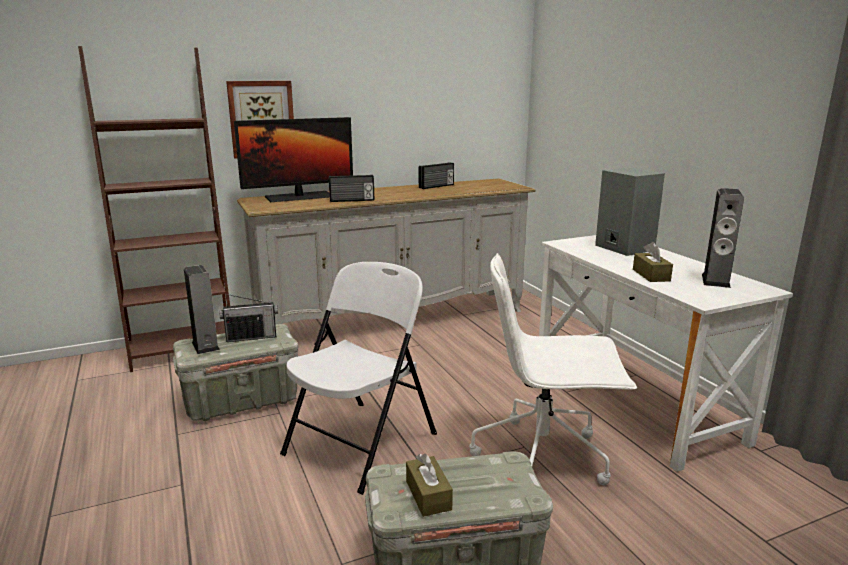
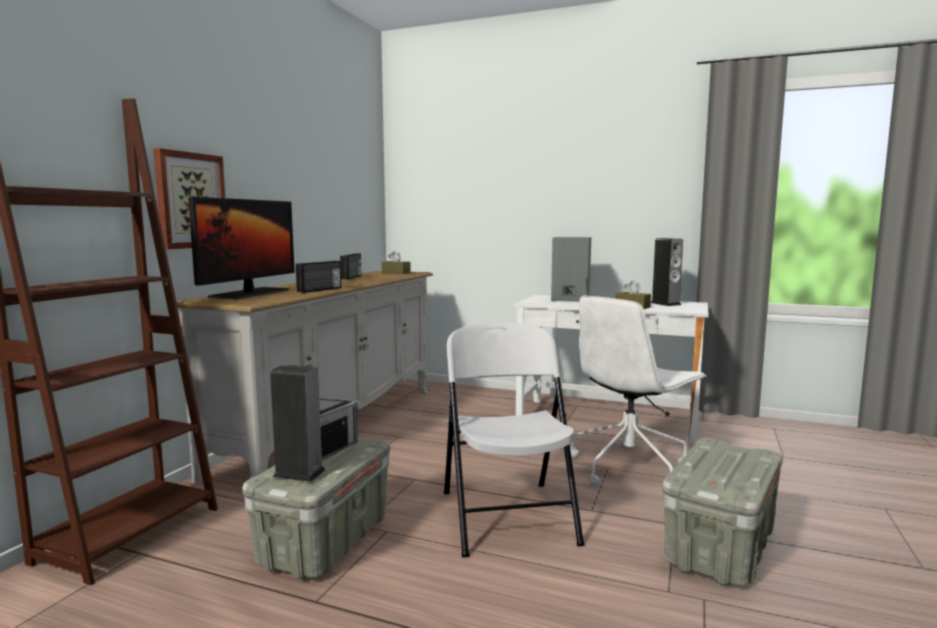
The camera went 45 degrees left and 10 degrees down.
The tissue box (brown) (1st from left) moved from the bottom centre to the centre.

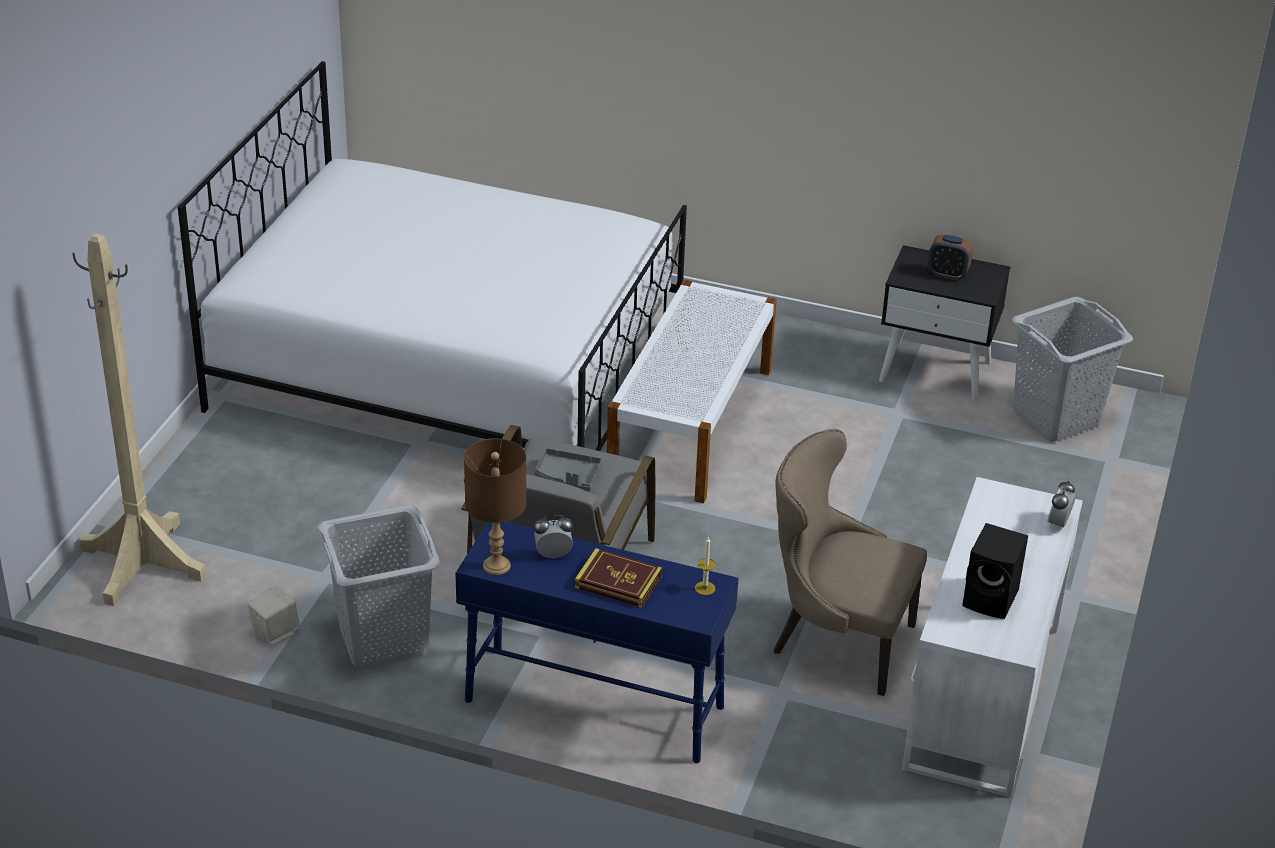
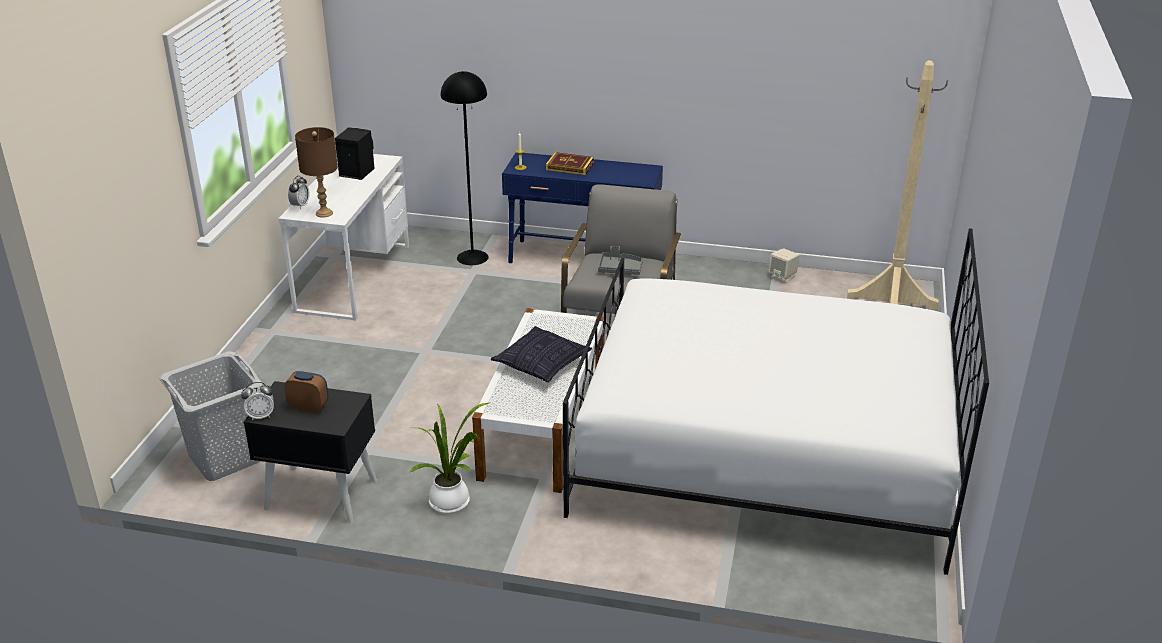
The camera went 175 degrees right and 5 degrees down.
The alarm clock (1st from left) moved from the centre to the middle left.
The table lamp (brown) moved from the centre to the top left.
The potted plant at the bottom centre appeared.
The floor lamp (black) at the top centre appeared.
The pillow at the centre appeared.
The laundry basket (grey) (1st from left) at the bottom left disappeared.
The chair (beige) at the middle right disappeared.

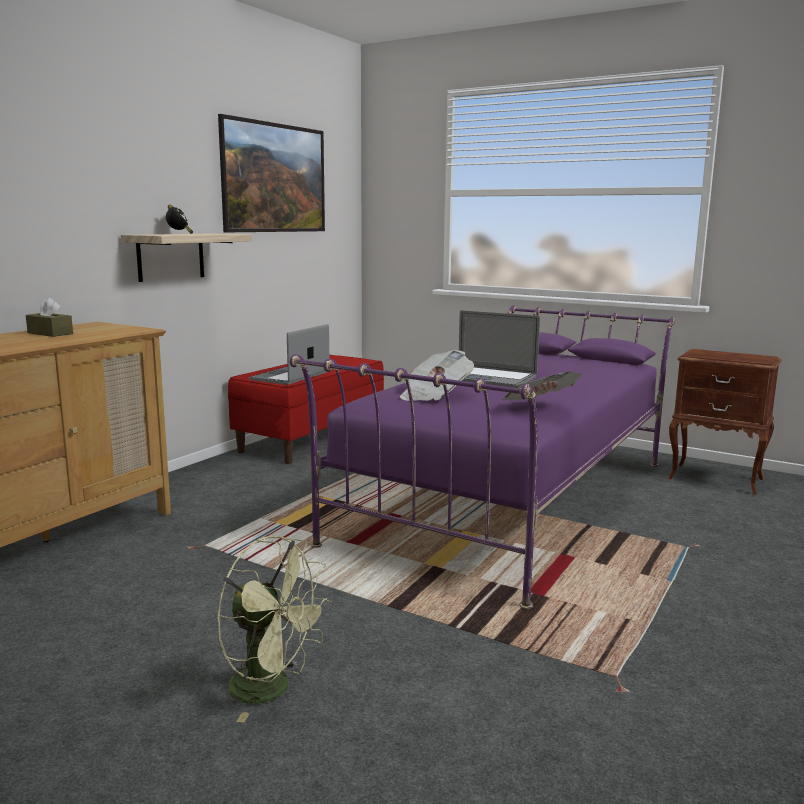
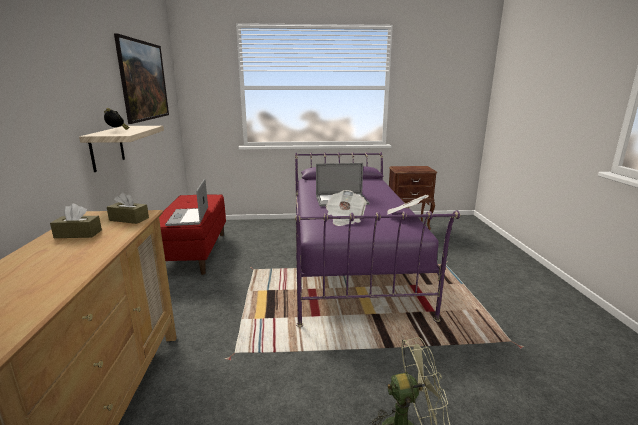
The camera went 35 degrees left and 5 degrees up.
The tissue box (brown) (2nd from left) at the middle left appeared.

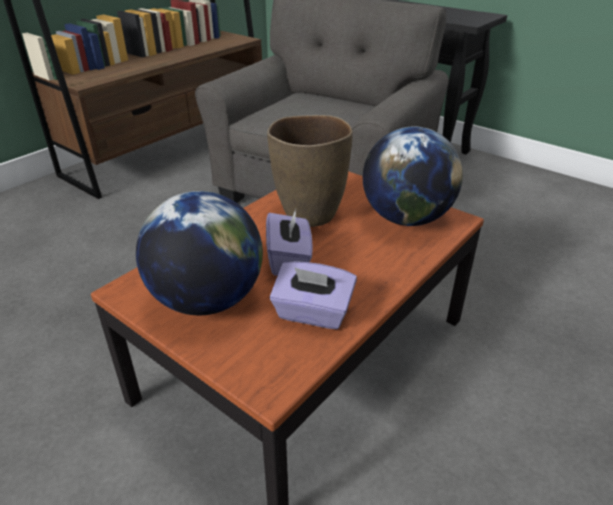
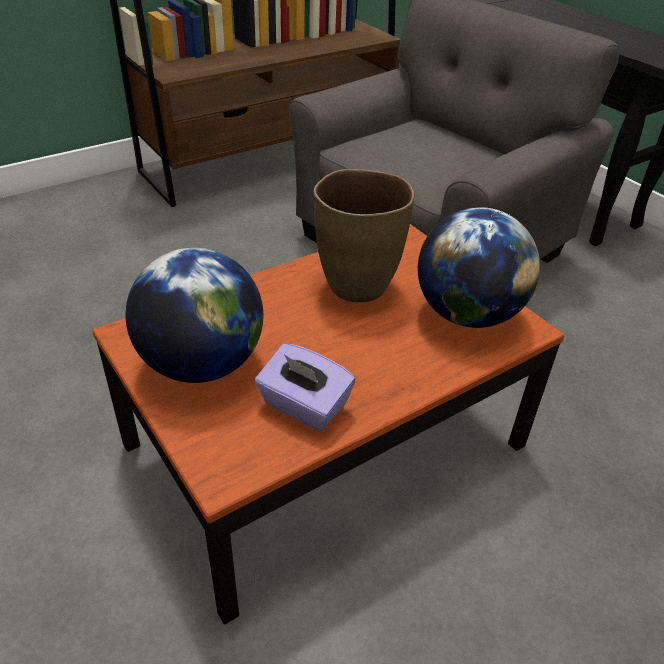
The camera went 15 degrees right and 5 degrees up.
The tissue box (purple) (1st from left) at the centre disappeared.

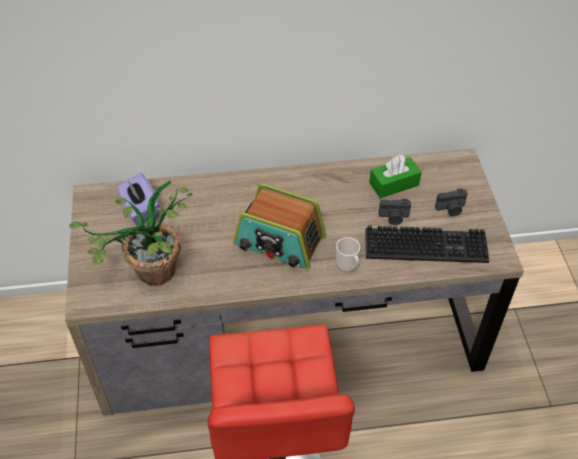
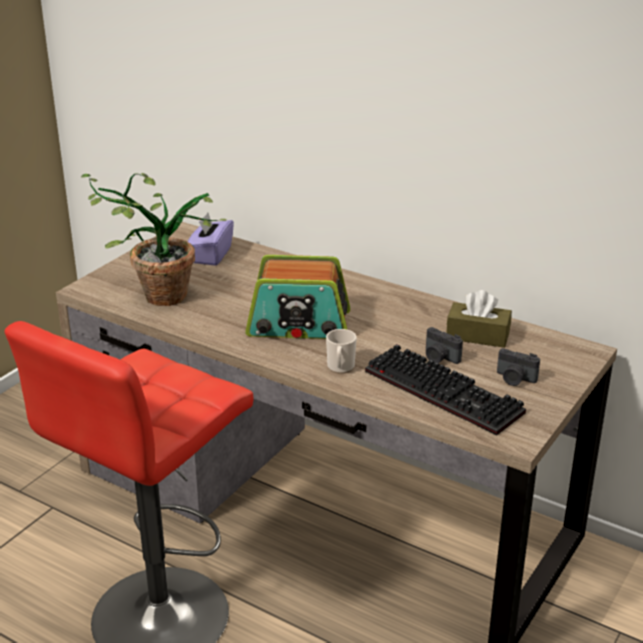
The camera went 40 degrees right and 20 degrees down.
The radio at the centre turned 60 degrees counterclockwise.
The tissue box (green) at the middle right became the tissue box (brown) at the middle right.

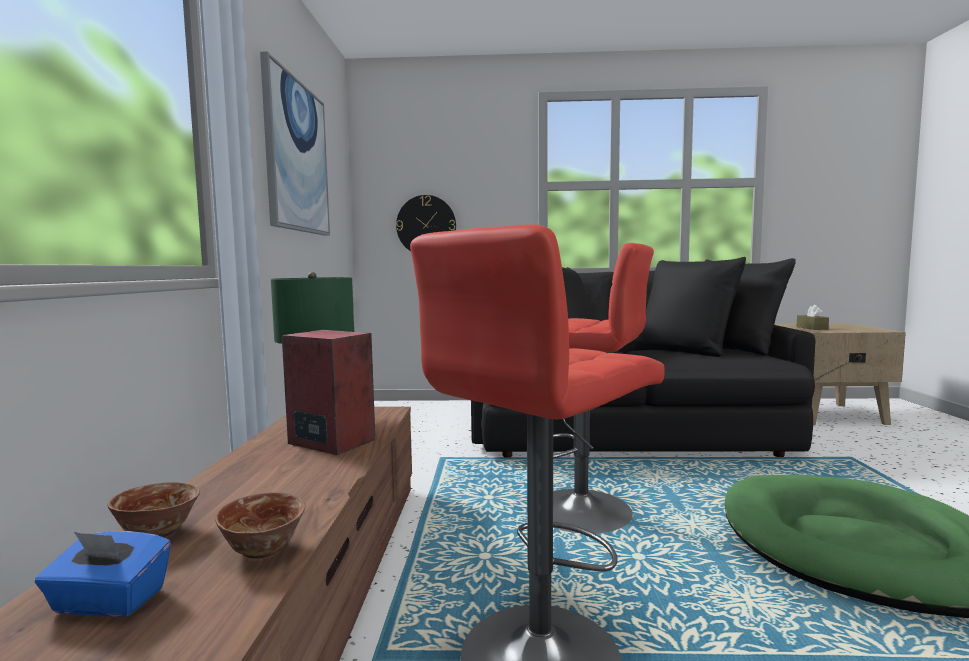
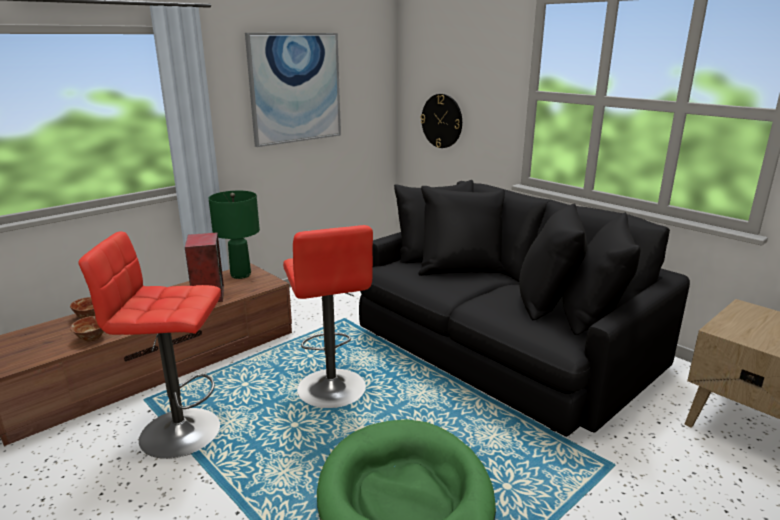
The camera went 45 degrees right and 15 degrees up.
The tissue box (blue) at the bottom left disappeared.
The tissue box (brown) at the middle right disappeared.

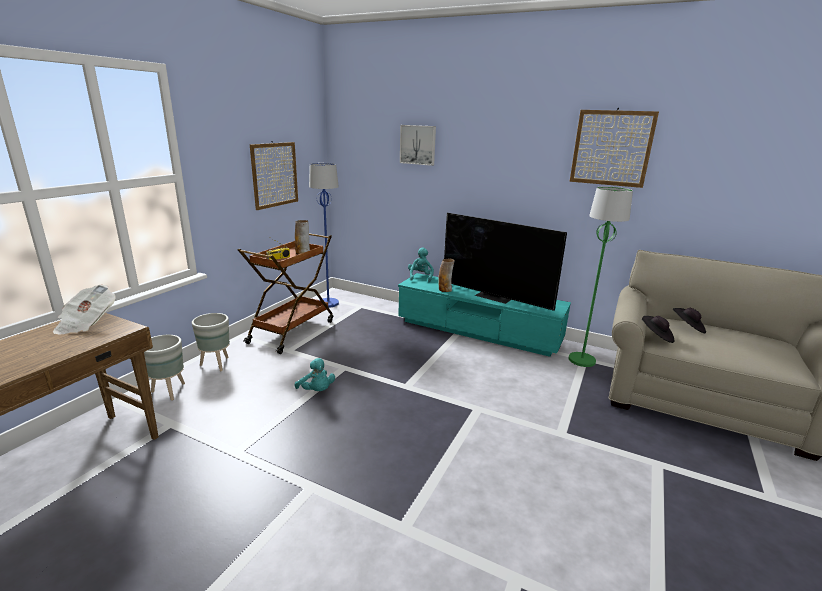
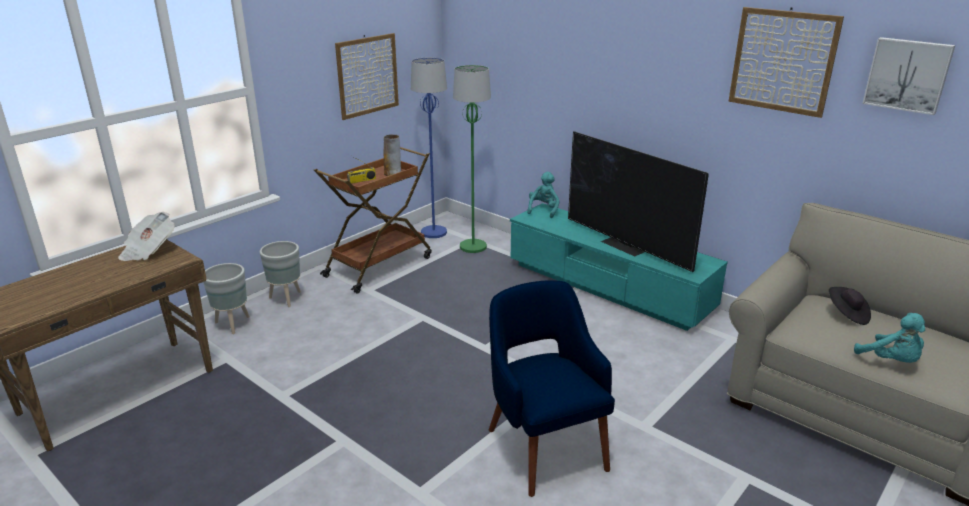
The camera went 15 degrees right and 5 degrees up.
The floor lamp (green) moved from the middle right to the top centre.
The armchair (blue) at the bottom centre appeared.
The plush toy (turquoise) (1st from left in the first image) moved from the centre to the bottom right.
The picture (2nd from left in the first image) moved from the top centre to the top right.
The vase (2nd from left) at the centre disappeared.
The hat (black) (1st from left) at the middle right disappeared.

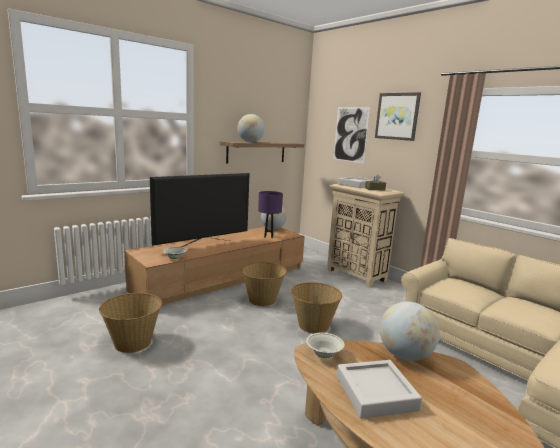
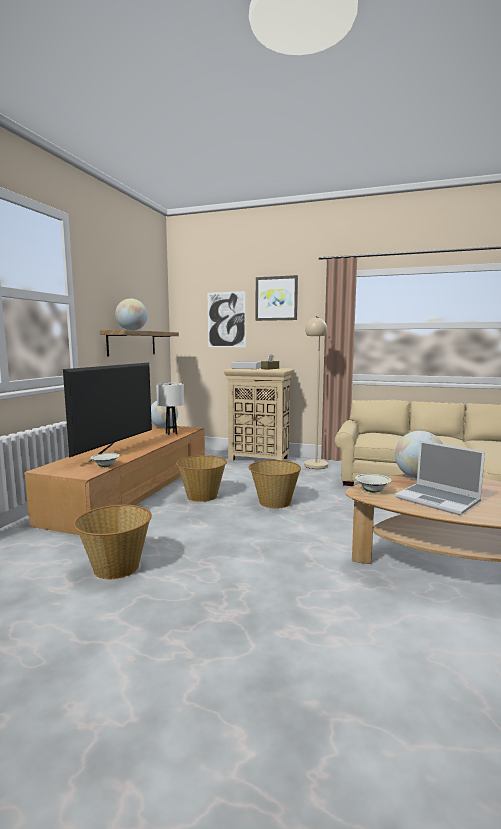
The camera went 30 degrees left and 5 degrees down.
The table lamp (purple) at the centre became the table lamp (white) at the centre.
The floor lamp (beige) at the centre appeared.
The tray (grey) (2nd from left) at the bottom right was replaced by the laptop at the middle right.

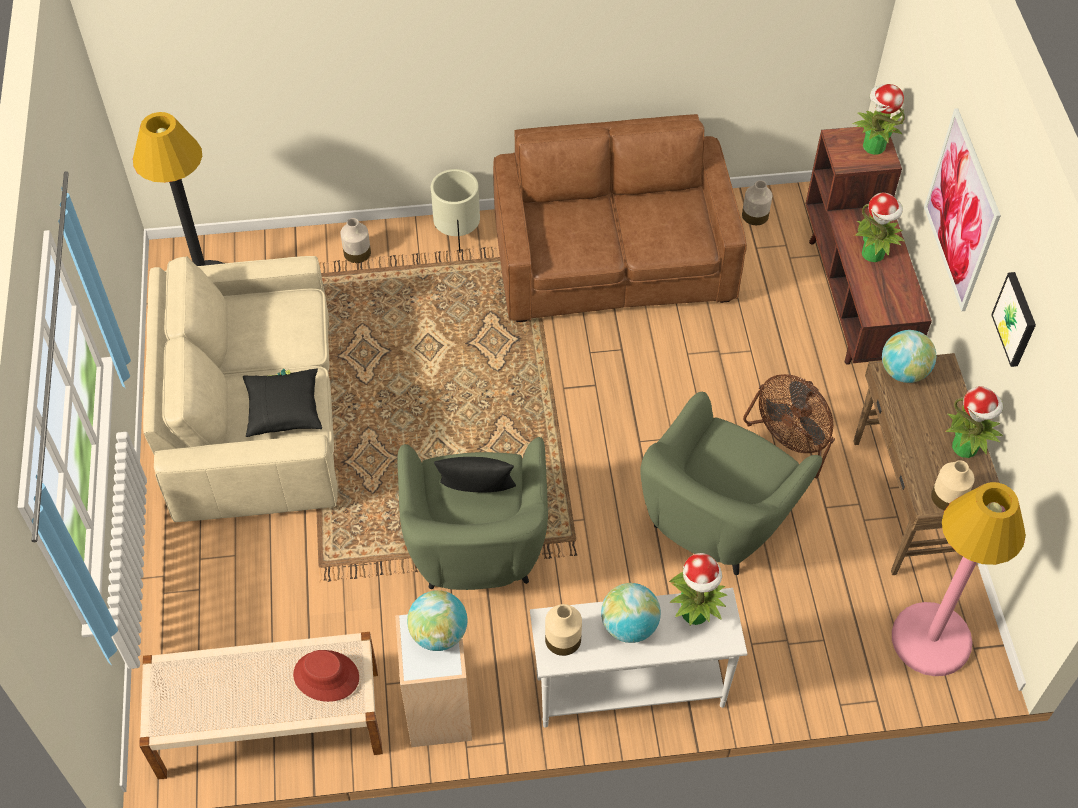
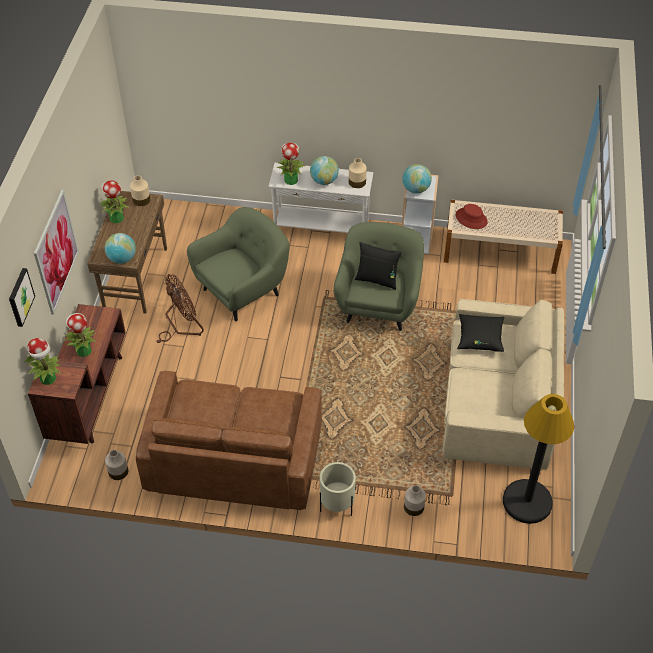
The camera went 165 degrees left and 5 degrees down.
The picture (2nd from left in the first image) moved from the middle right to the middle left.
The floor lamp (pink) at the bottom right disappeared.

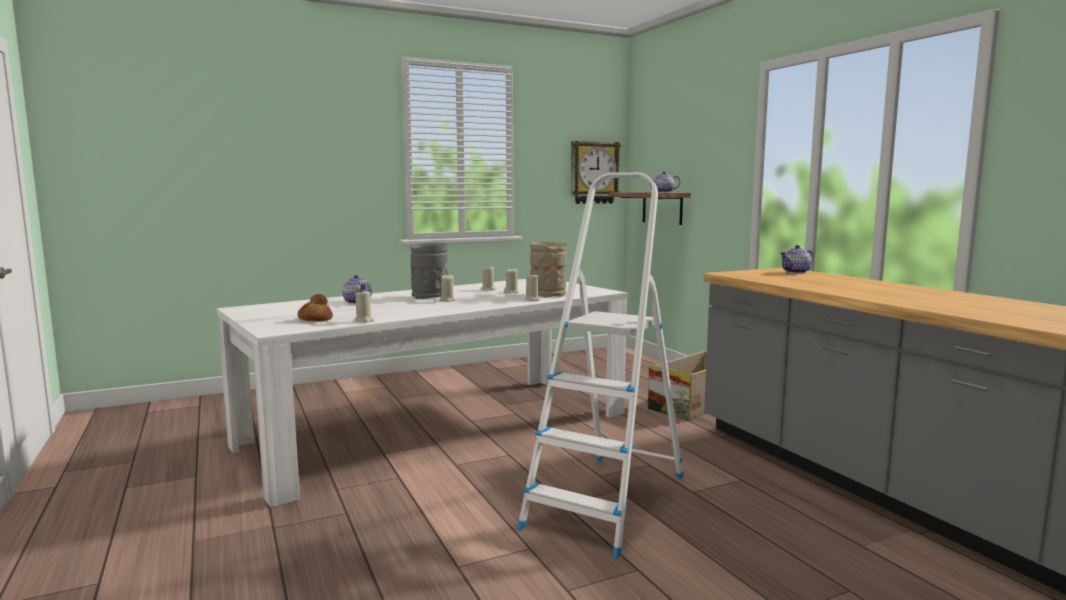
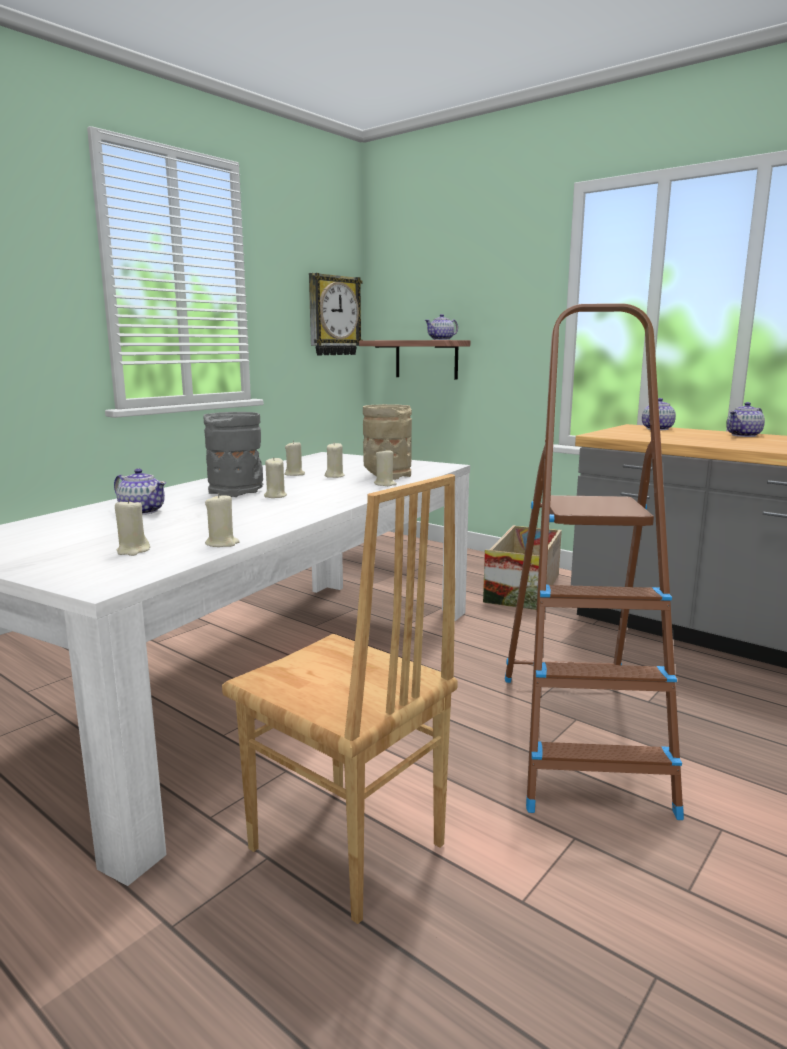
The camera went 25 degrees left and 5 degrees up.
The bread at the middle left was replaced by the candle (beige) (1st from left) at the middle left.
The chair (brown) at the centre appeared.
The step ladder (white) at the centre became the step ladder (brown) at the middle right.
The teapot (4th from left) at the middle right appeared.

